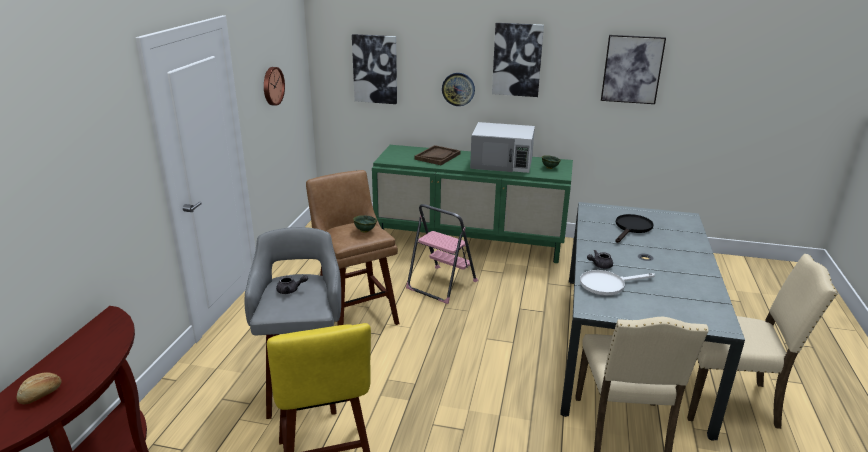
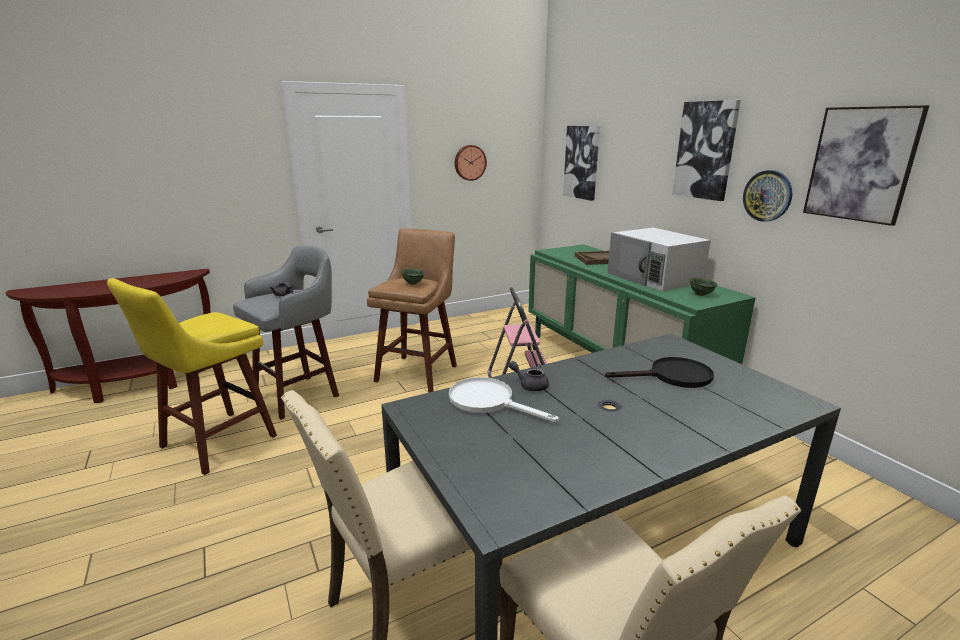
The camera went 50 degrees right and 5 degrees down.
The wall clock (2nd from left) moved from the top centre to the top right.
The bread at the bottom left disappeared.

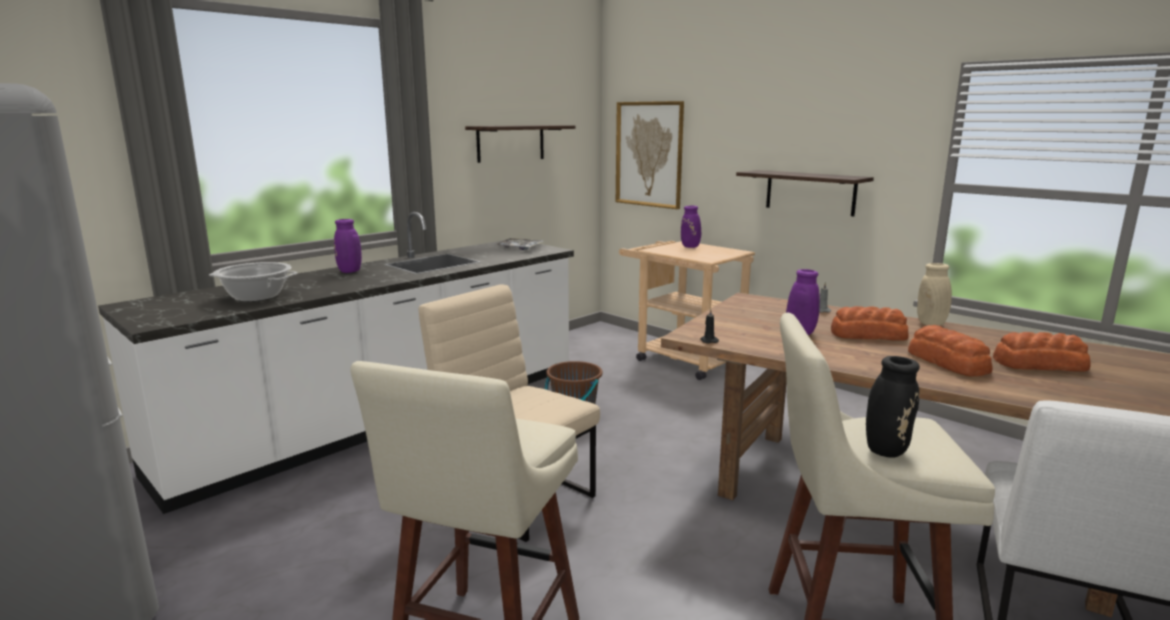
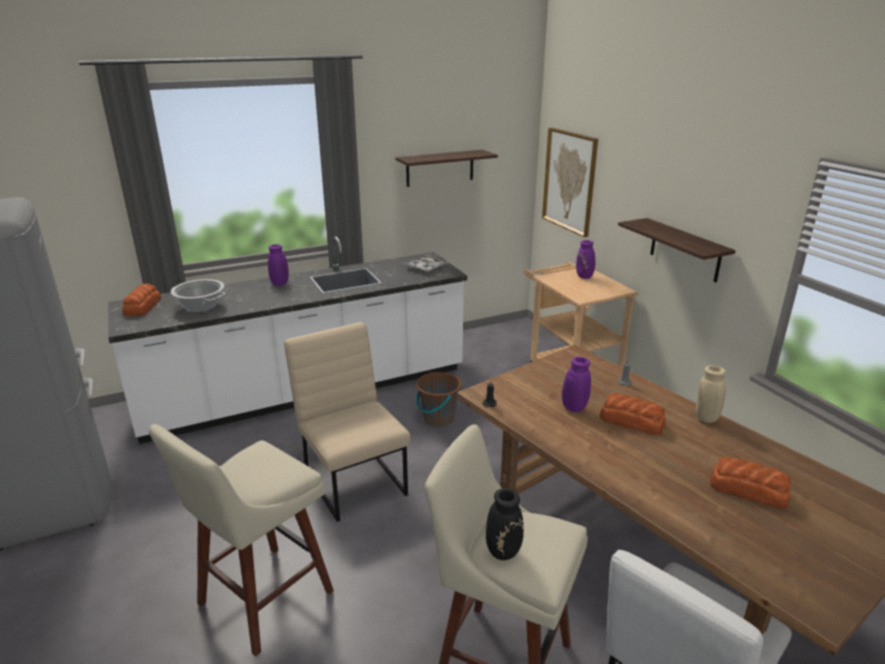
The camera went 20 degrees right and 10 degrees up.
The bread (2nd from left in the first image) moved from the middle right to the middle left.

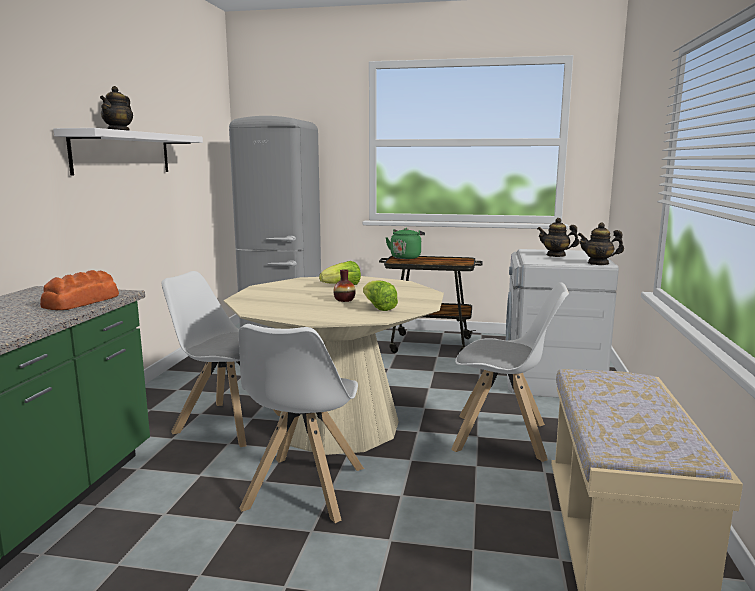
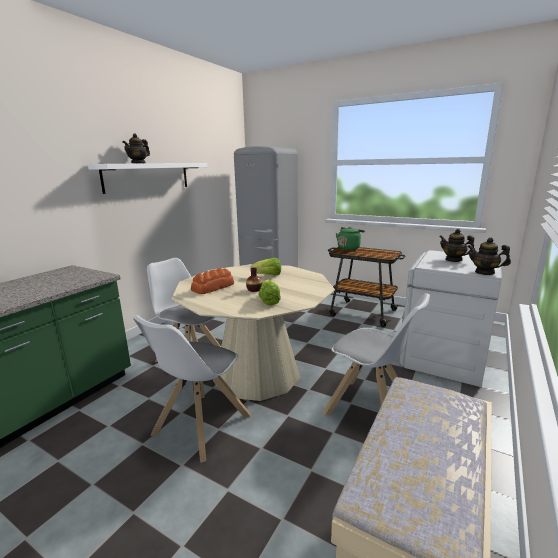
The camera went 20 degrees right and 5 degrees up.
The bread moved from the middle left to the centre.

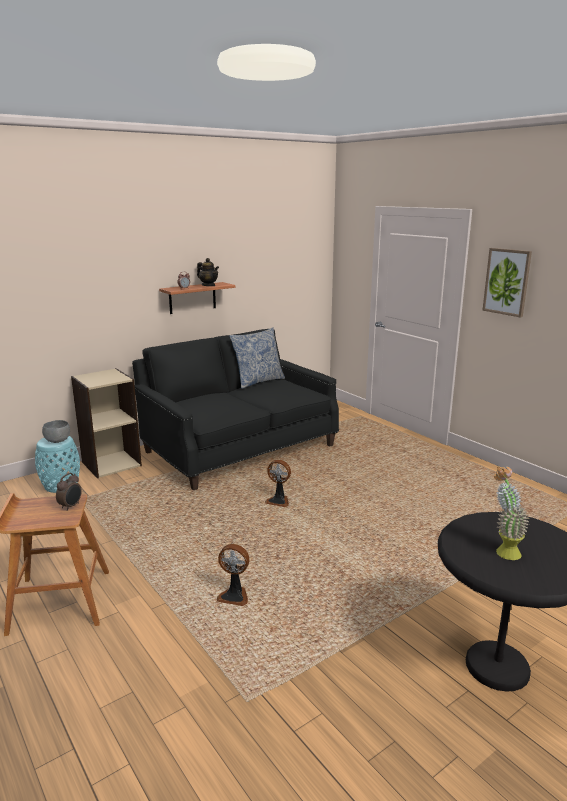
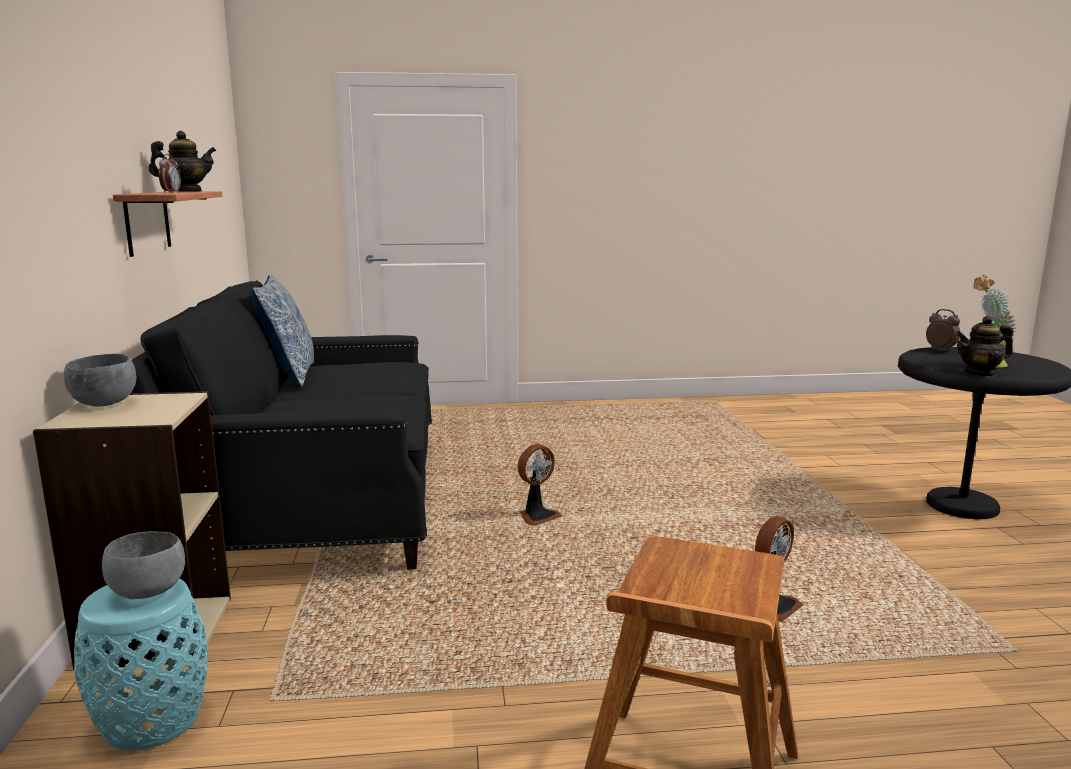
The camera went 60 degrees left and 5 degrees down.
The bowl (grey) (1st from left) at the middle left appeared.
The alarm clock (1st from left in the first image) moved from the middle left to the middle right.
The teapot (2nd from left) at the middle right appeared.
The picture at the middle right disappeared.

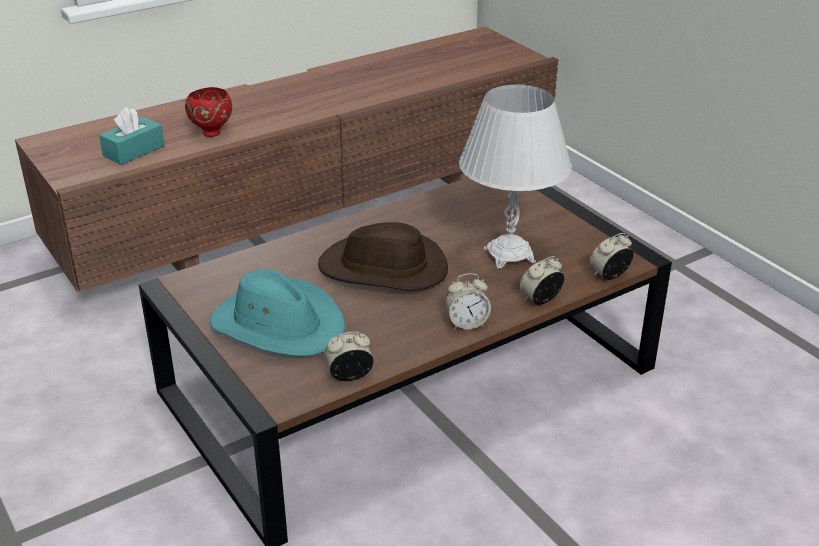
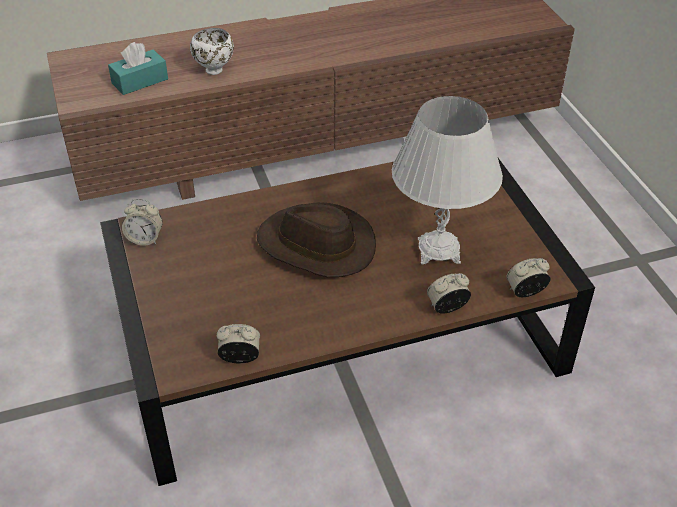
The camera went 15 degrees right and 10 degrees up.
The alarm clock (2nd from left in the first image) moved from the centre to the middle left.
The bowl (red) at the top left became the bowl (white) at the top left.
The hat (turquoise) at the centre disappeared.

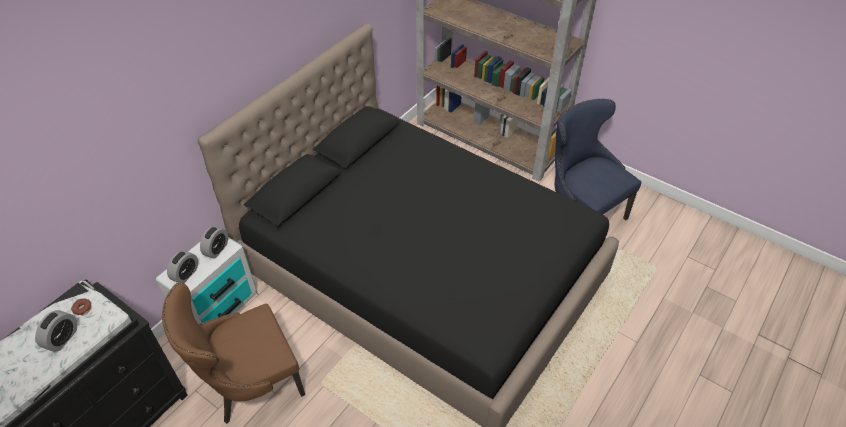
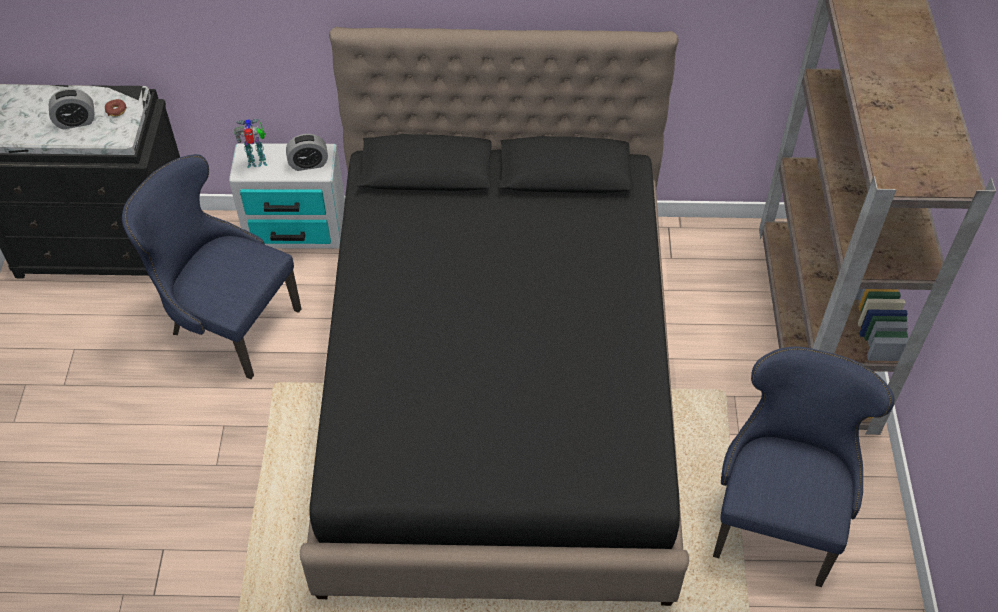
The camera went 55 degrees right and 5 degrees up.
The chair (brown) at the bottom left became the chair (blue) (1st from left) at the middle left.
The alarm clock (2nd from left) at the middle left was replaced by the toy robot at the top left.

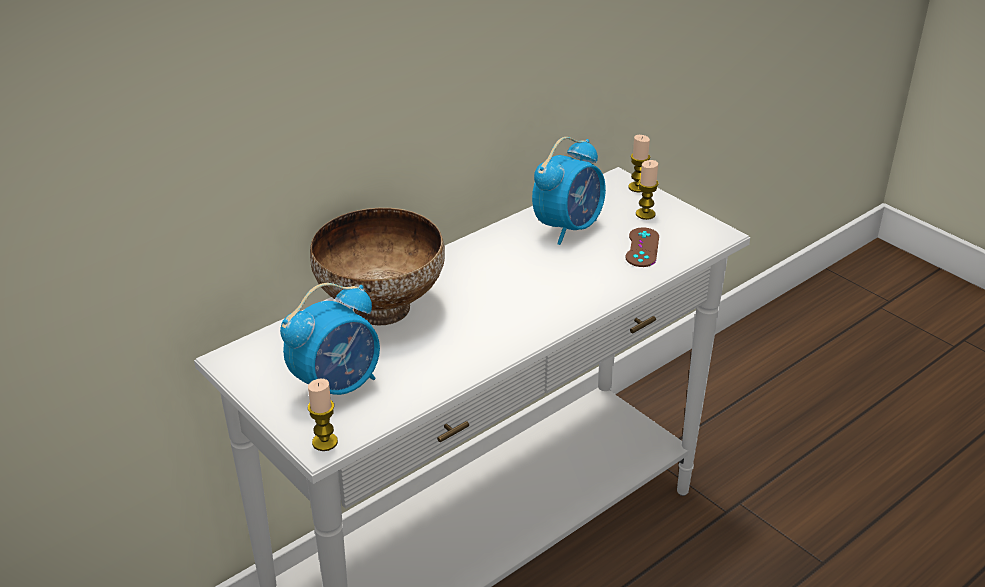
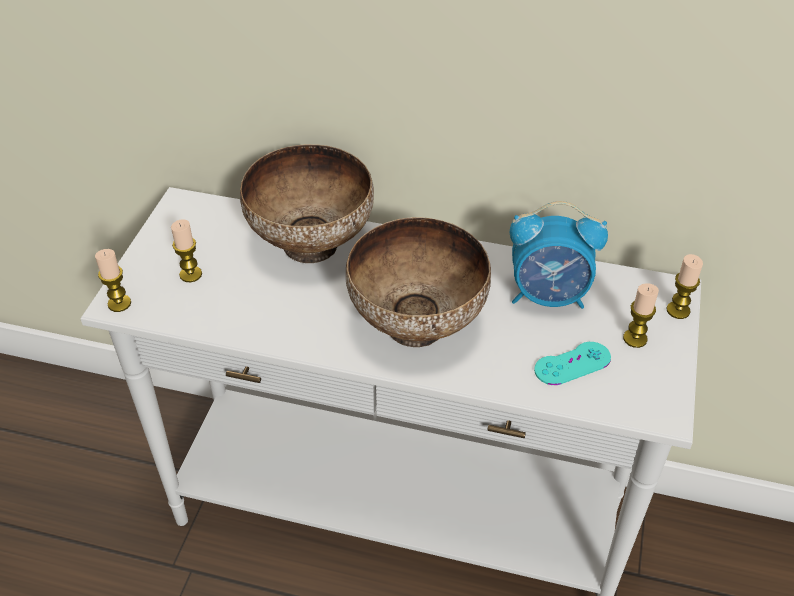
The camera went 55 degrees right and 10 degrees up.
The alarm clock (1st from left) at the centre was replaced by the candle (2nd from left) at the middle left.
The bowl (2nd from left) at the centre appeared.
The game controller (brown) at the centre became the game controller (turquoise) at the middle right.

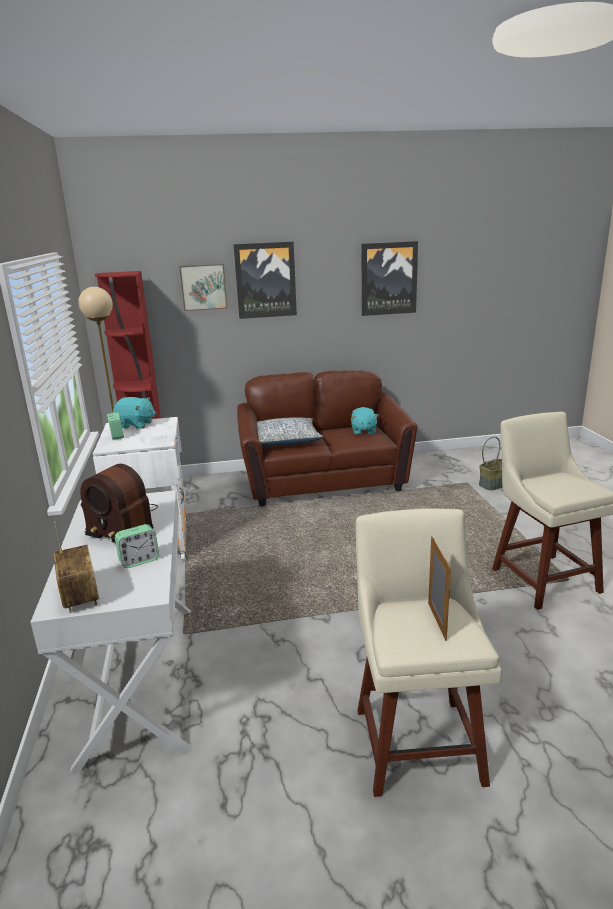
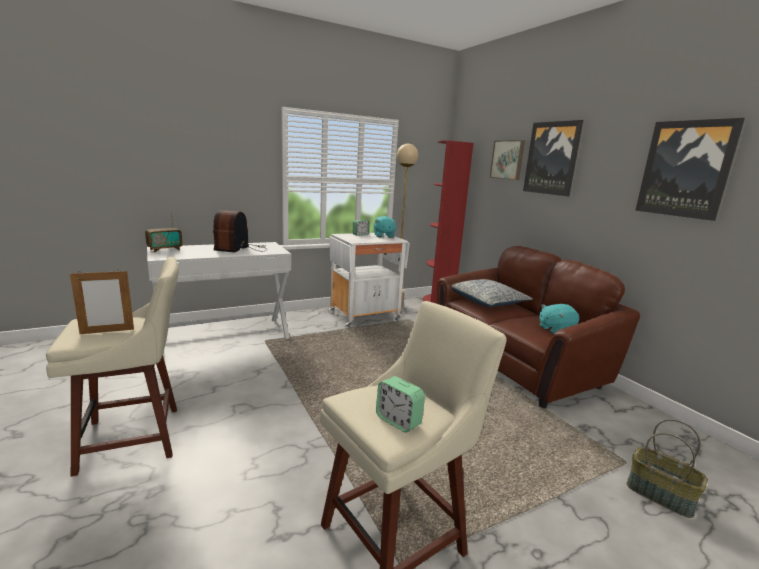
The camera went 70 degrees right and 5 degrees down.
The alarm clock (2nd from left) moved from the middle left to the bottom centre.

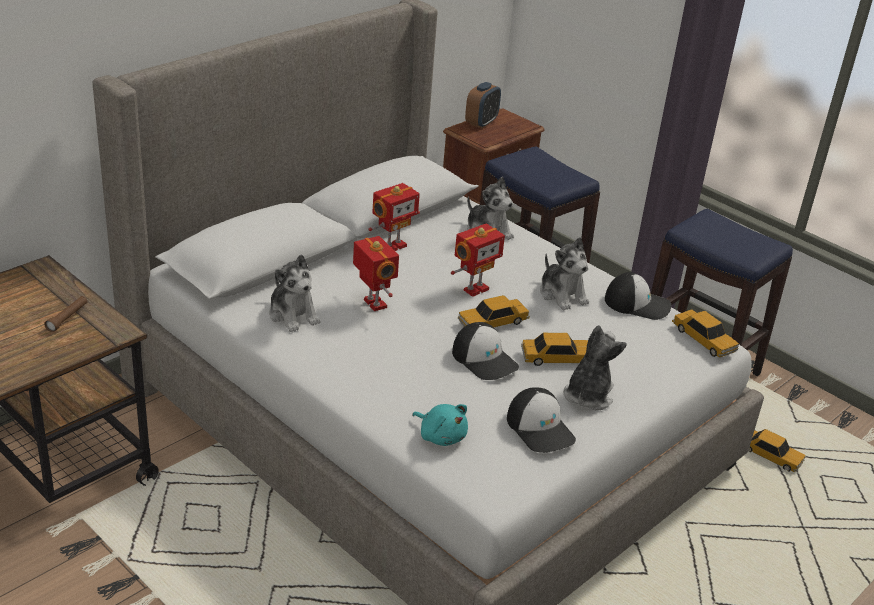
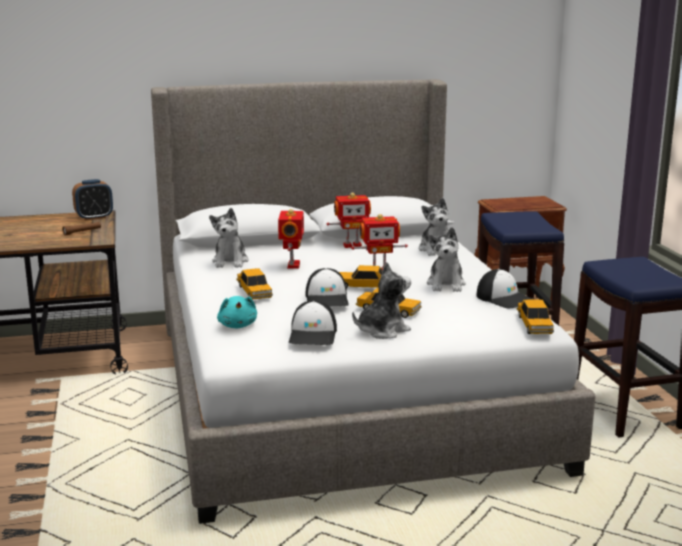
The camera went 35 degrees right and 15 degrees down.
The alarm clock moved from the top centre to the middle left.
The toy car (4th from left in the first image) moved from the bottom right to the centre.

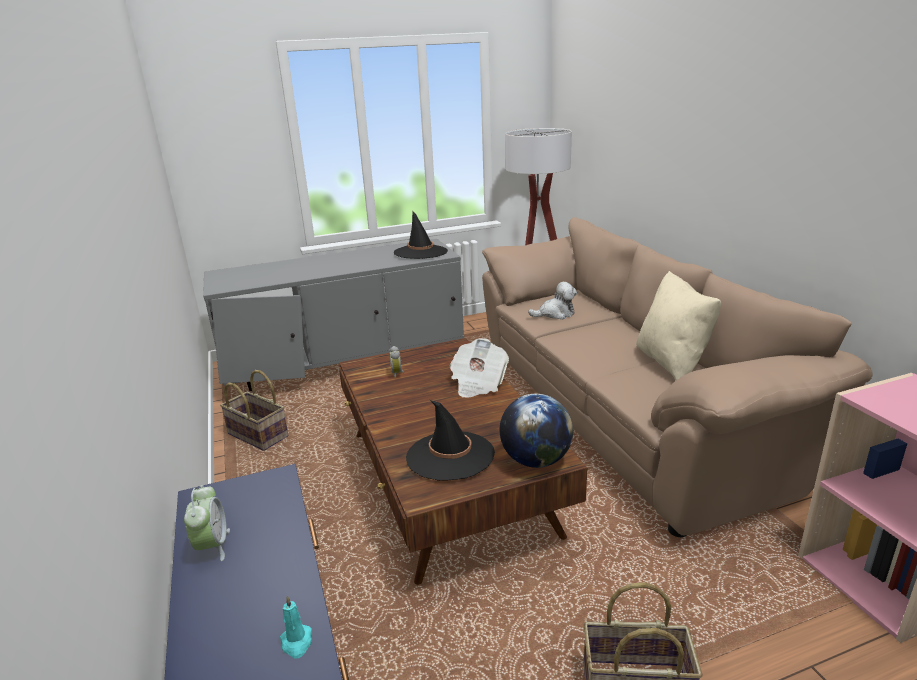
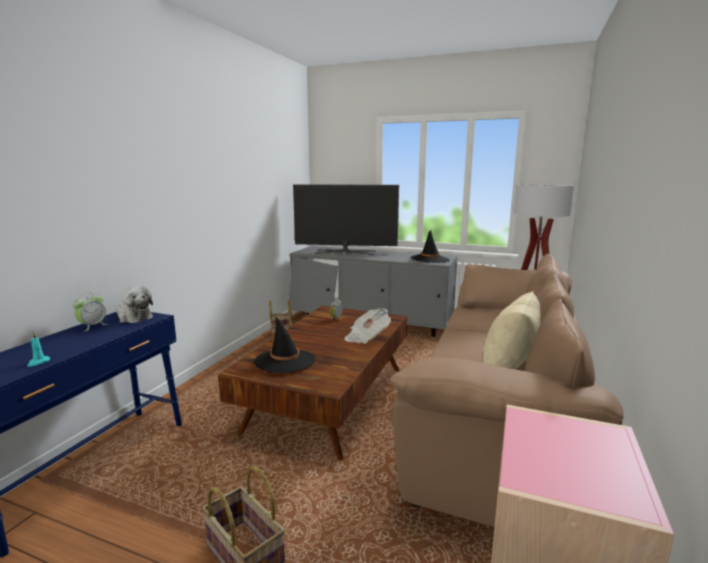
The camera went 40 degrees right and 10 degrees down.
The plush toy moved from the centre to the middle left.
The television at the centre appeared.
The globe at the centre disappeared.

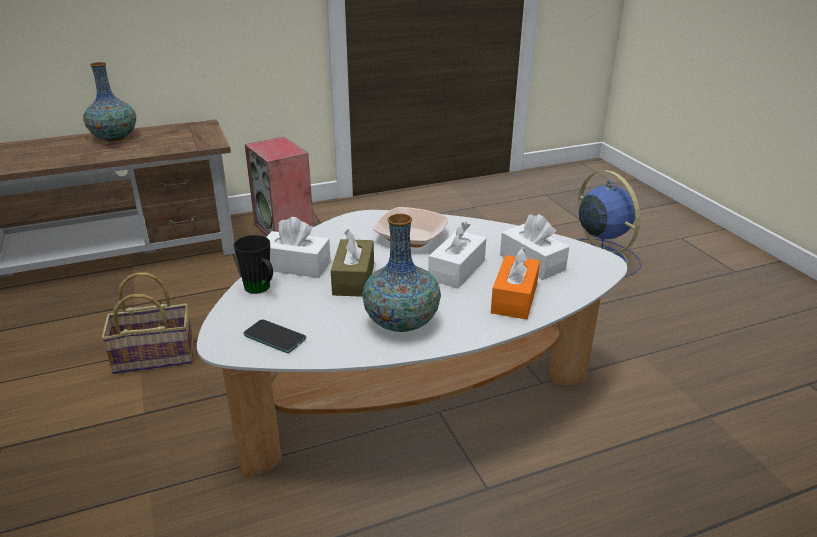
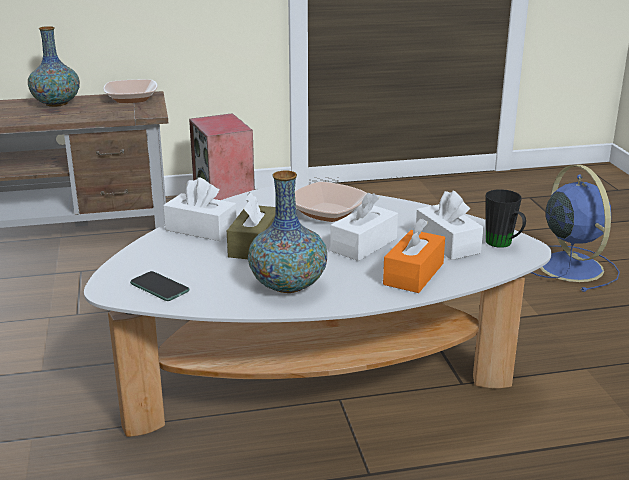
The camera went 10 degrees right and 5 degrees down.
The bowl (1st from left) at the top left appeared.
The mug (black) moved from the middle left to the middle right.
The basket at the middle left disappeared.

